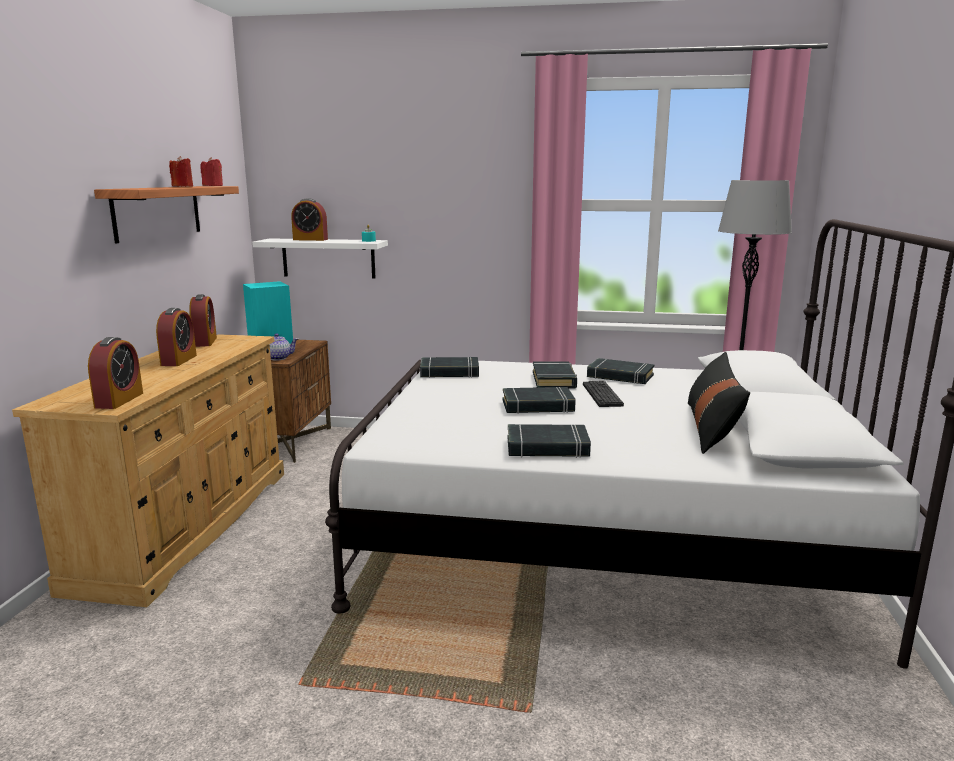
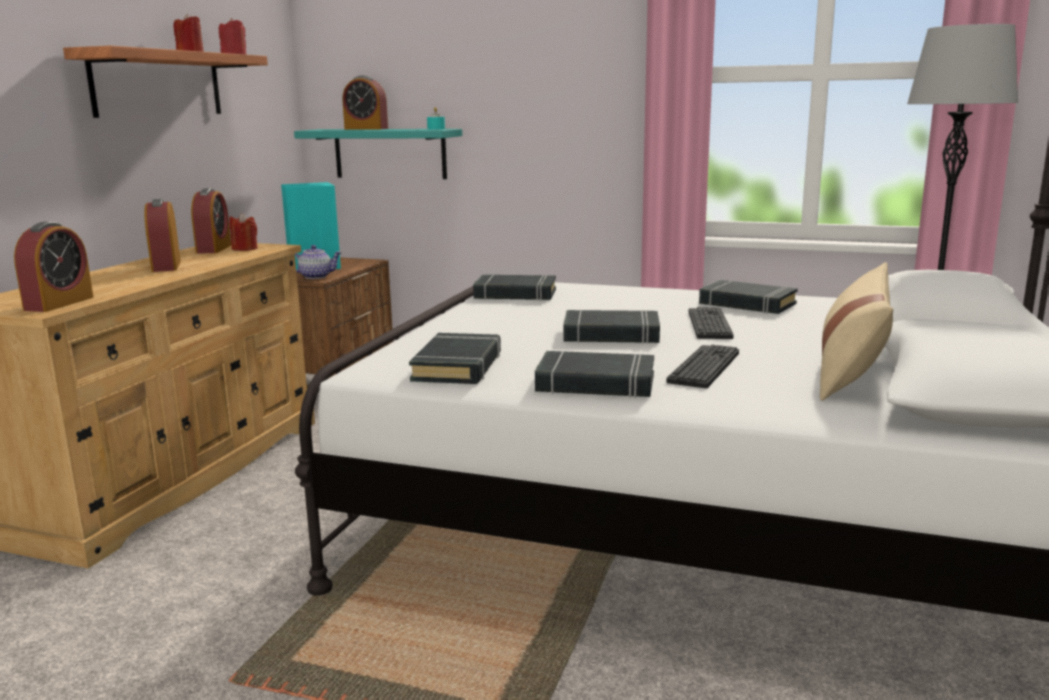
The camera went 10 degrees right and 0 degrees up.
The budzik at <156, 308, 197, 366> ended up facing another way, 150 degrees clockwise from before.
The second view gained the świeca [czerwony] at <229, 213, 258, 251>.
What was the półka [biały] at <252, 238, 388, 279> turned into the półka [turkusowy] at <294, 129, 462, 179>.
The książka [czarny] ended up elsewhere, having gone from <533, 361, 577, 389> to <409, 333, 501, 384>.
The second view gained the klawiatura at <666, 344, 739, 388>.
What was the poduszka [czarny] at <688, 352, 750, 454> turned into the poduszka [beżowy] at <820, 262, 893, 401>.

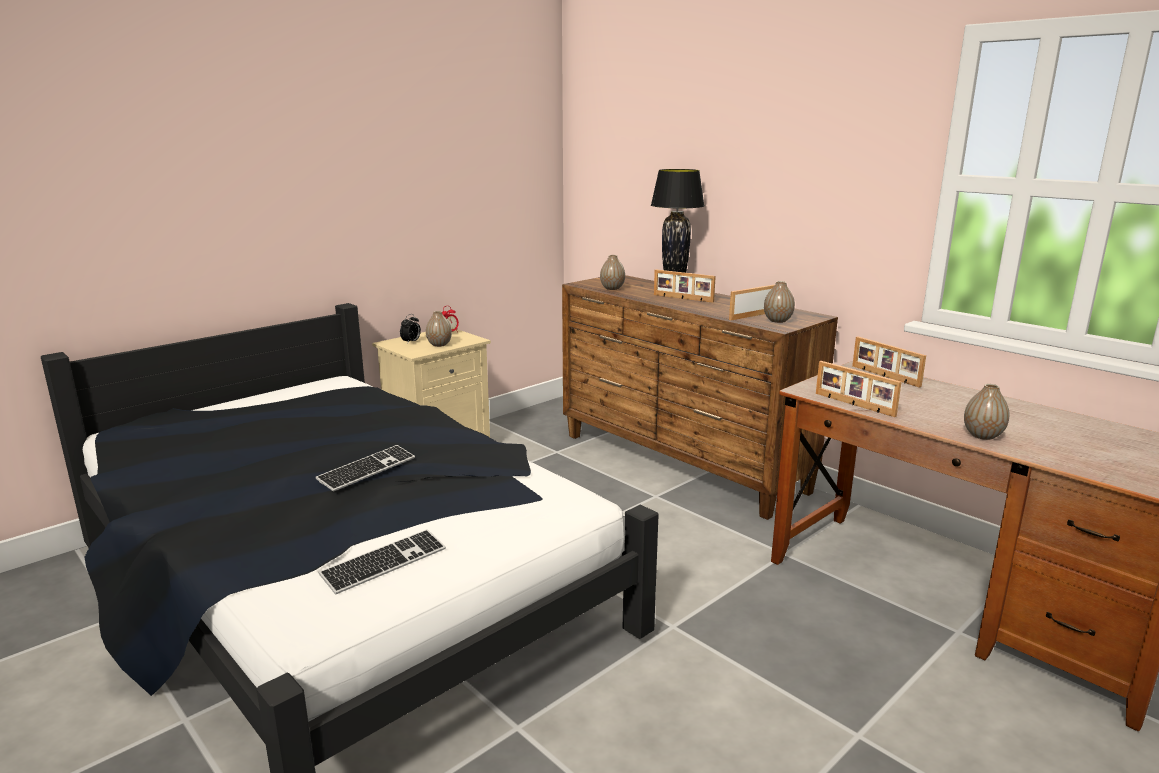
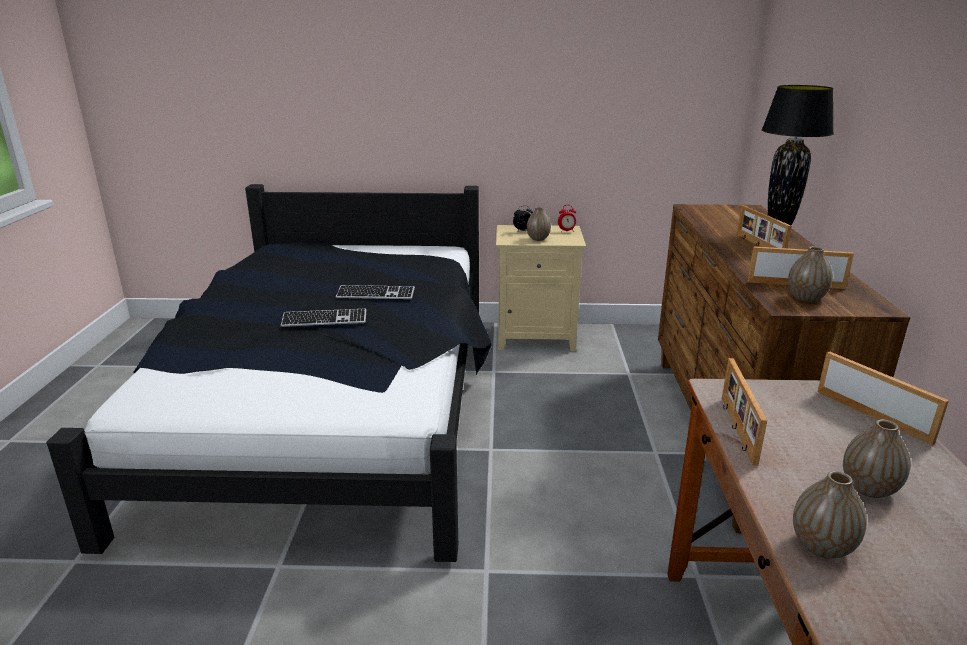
The camera went 45 degrees right and 5 degrees up.
The klawiatura ended up elsewhere, having gone from <319, 529, 446, 594> to <336, 285, 415, 299>.
The ramka na zdjęcie at <852, 336, 926, 388> ended up facing another way, 135 degrees clockwise from before.
The wazon ended up elsewhere, having gone from <600, 255, 625, 290> to <843, 419, 911, 498>.

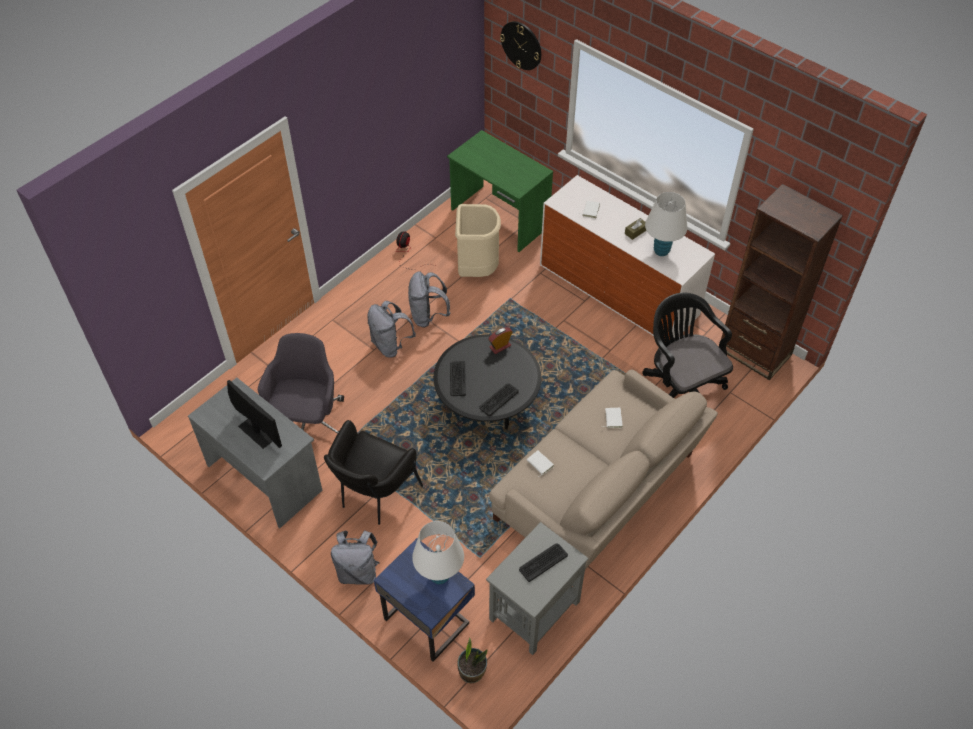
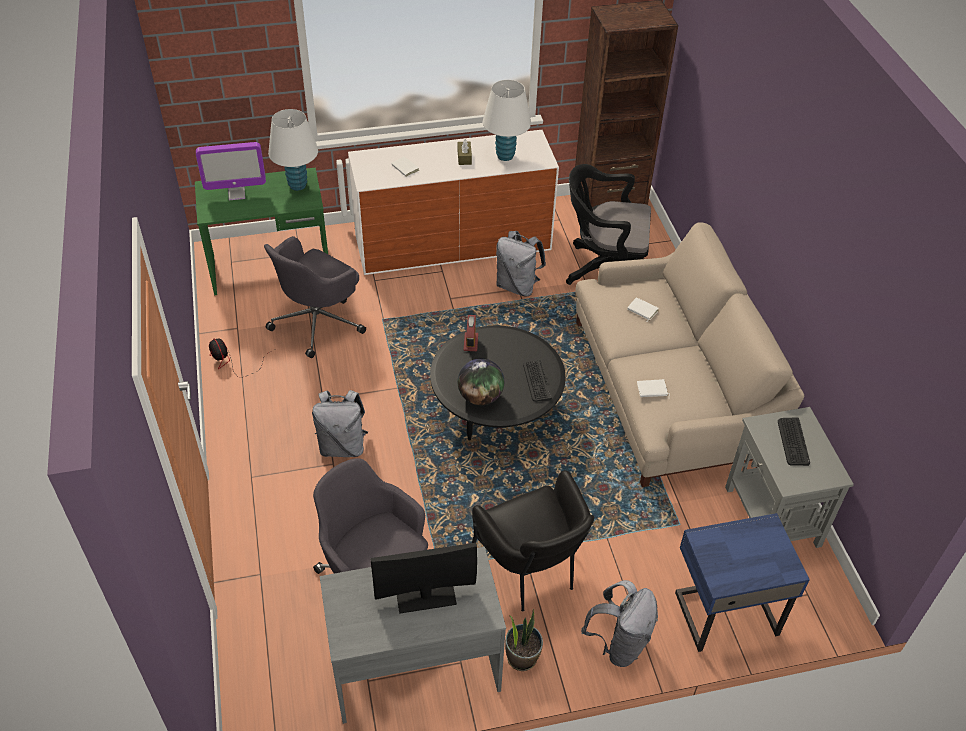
The camera went 55 degrees left and 5 degrees down.
The second view gained the monitor at <196, 142, 266, 200>.
Where the kosz na śmieci [beżowy] stood at <455, 204, 501, 277>, the krzesło biurowe [szary] came to stand at <264, 236, 366, 358>.
The lampa stołowa [biały] ended up elsewhere, having gone from <412, 521, 464, 584> to <268, 109, 318, 191>.
Where the klawiatura stood at <450, 361, 466, 396>, the globus came to stand at <457, 359, 504, 405>.
The plecak [szary] ended up elsewhere, having gone from <408, 271, 450, 327> to <496, 231, 546, 297>.
The roślina doniczkowa ended up elsewhere, having gone from <457, 637, 487, 683> to <505, 609, 543, 671>.
The second view lost the zegar ścienny at <500, 21, 541, 70>.

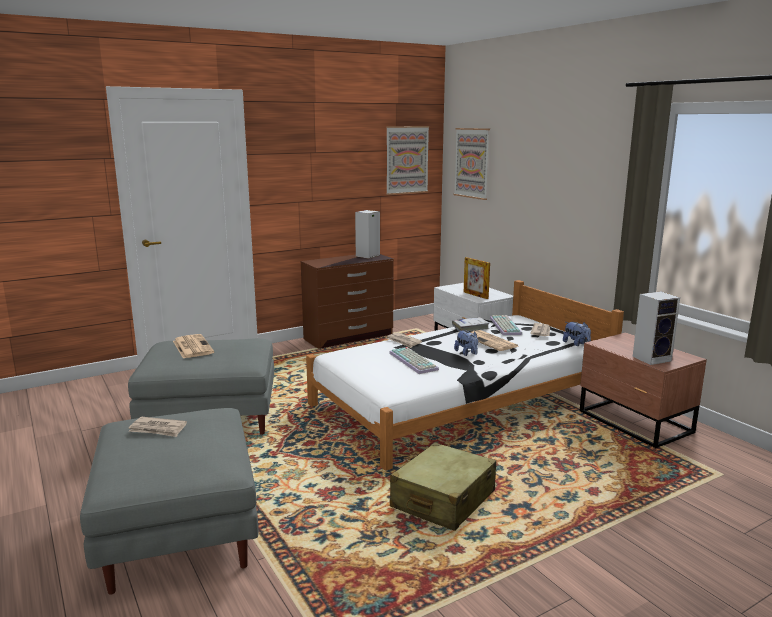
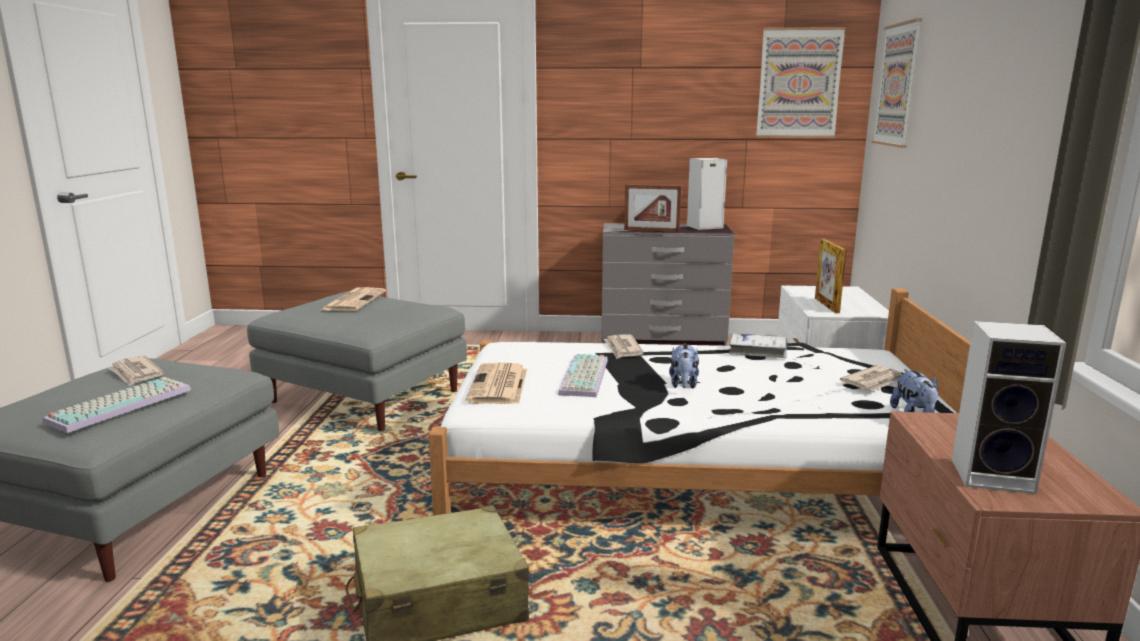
The camera went 35 degrees right and 0 degrees up.
The klawiatura ended up elsewhere, having gone from <490, 315, 522, 335> to <43, 377, 191, 433>.
The gazeta ended up elsewhere, having gone from <470, 330, 518, 351> to <466, 362, 527, 404>.
What was the komoda [brązowy] at <301, 254, 394, 349> turned into the komoda [szary] at <602, 223, 734, 346>.
The second view gained the ramka na zdjęcie at <624, 185, 681, 232>.

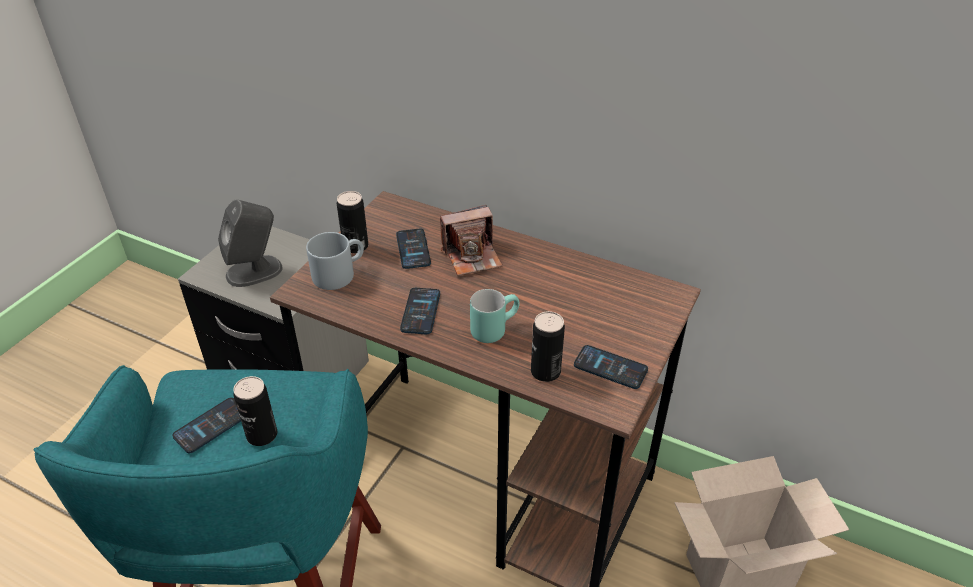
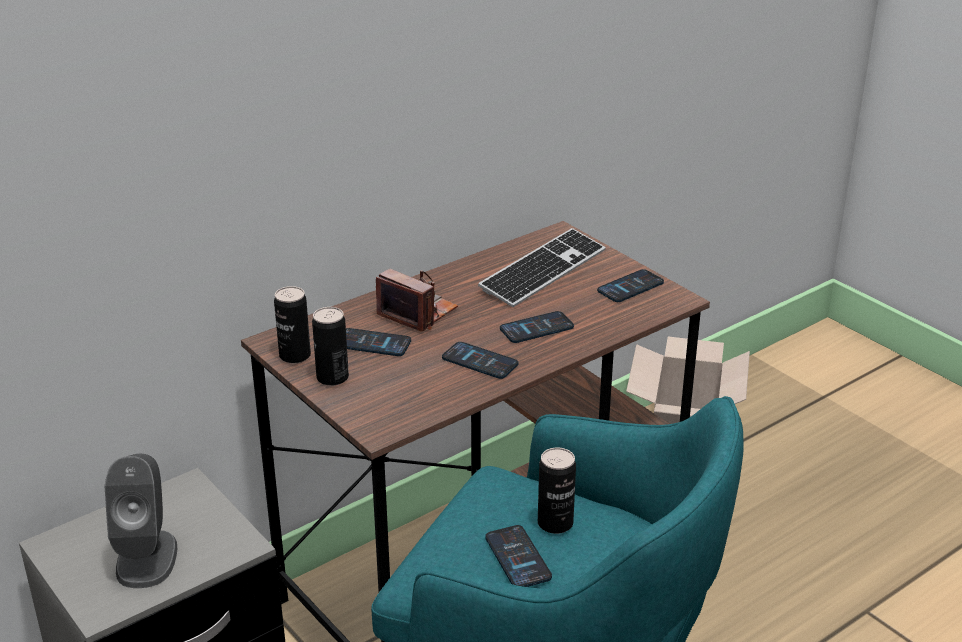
The camera went 65 degrees left and 10 degrees down.
The puszka ended up elsewhere, having gone from <531, 311, 565, 382> to <274, 286, 311, 364>.
The aparat fotograficzny at <440, 205, 503, 276> ended up facing another way, 60 degrees counterclockwise from before.
The second view gained the klawiatura at <478, 228, 606, 307>.
Where the kubek [turkusowy] stood at <470, 289, 520, 343>, the telefon came to stand at <500, 311, 574, 343>.
The second view lost the kubek [szary] at <306, 232, 364, 290>.

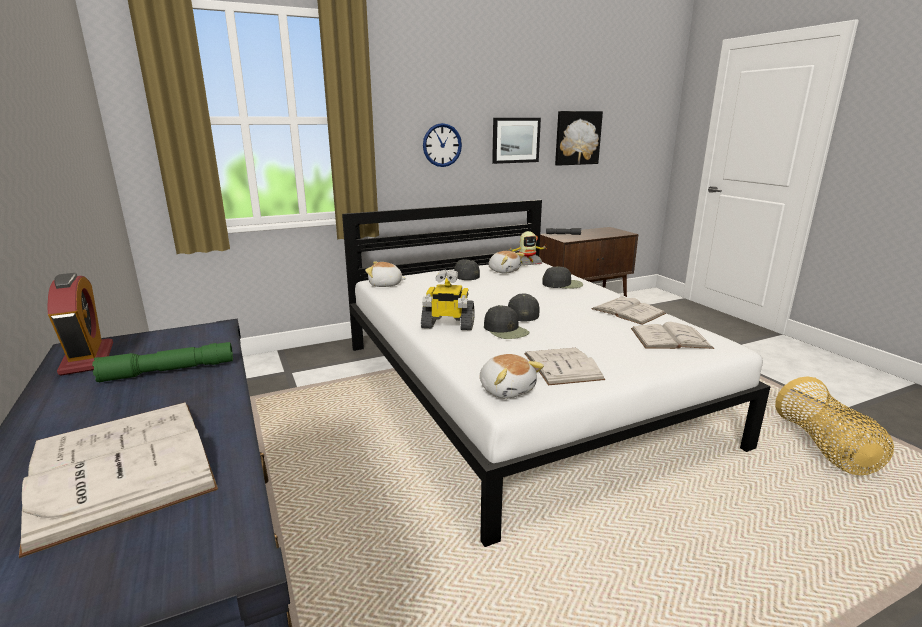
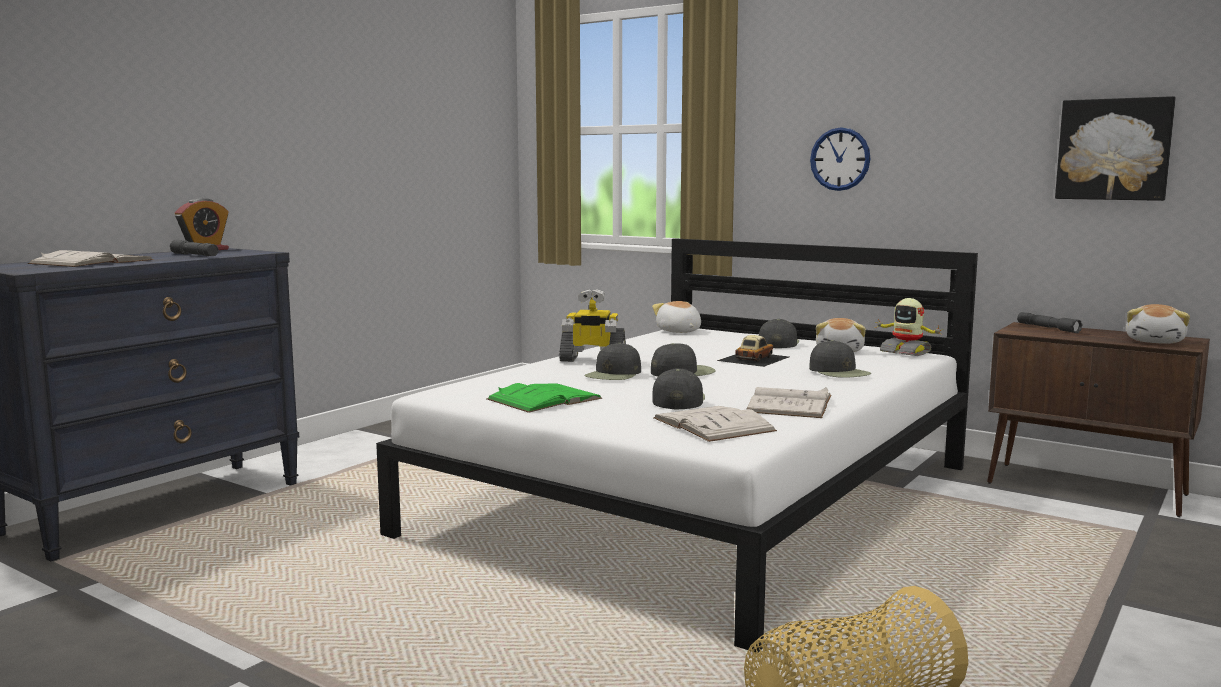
The camera went 60 degrees right and 10 degrees down.
What was the latarka [zielony] at <92, 342, 233, 382> turned into the latarka [szary] at <170, 239, 219, 256>.
What was the książka [biały] at <524, 348, 606, 385> turned into the książka [zielony] at <486, 383, 602, 413>.
The robot zabawkowy at <421, 269, 475, 330> ended up facing another way, 60 degrees counterclockwise from before.
The second view gained the czapka z daszkiem [czarny] at <652, 368, 705, 409>.
The second view gained the samochodzik at <717, 335, 789, 367>.
The pluszak ended up elsewhere, having gone from <480, 354, 544, 399> to <1126, 304, 1190, 344>.
The second view lost the obraz at <492, 118, 541, 164>.

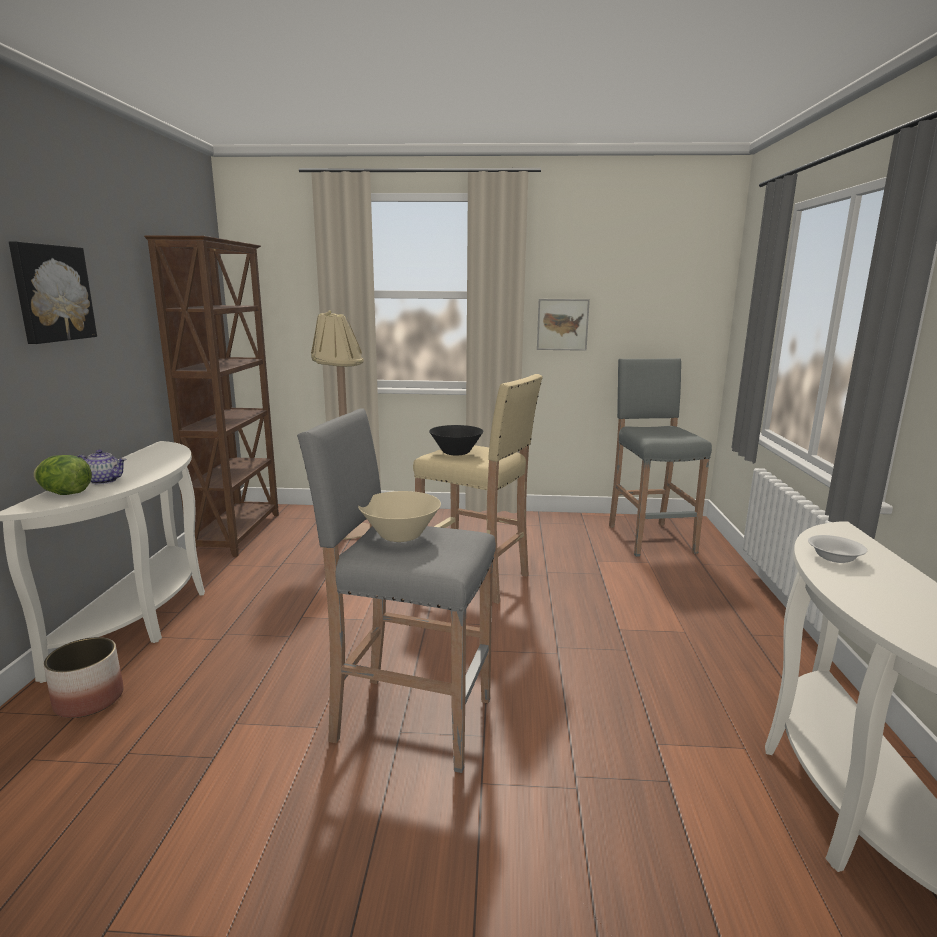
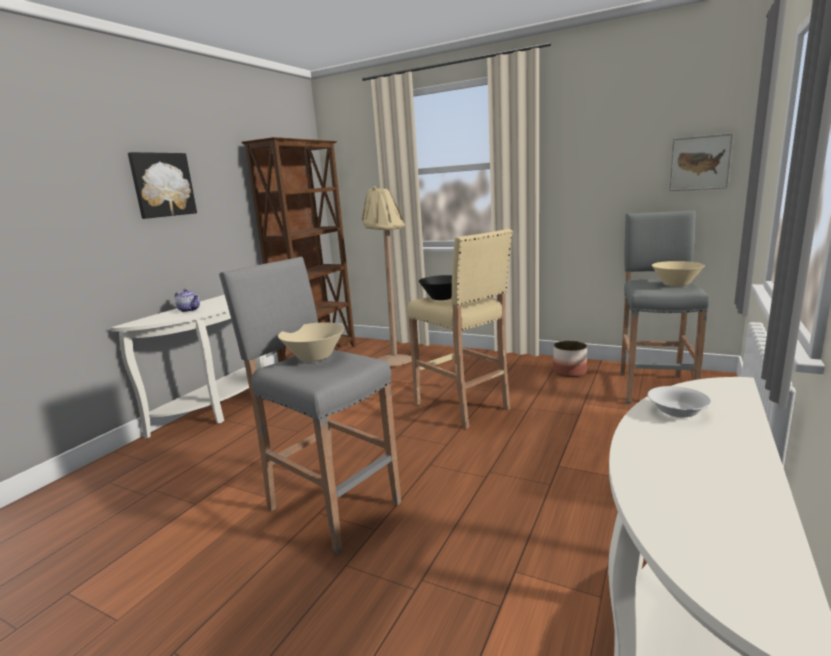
The camera went 25 degrees right and 0 degrees up.
The donica ended up elsewhere, having gone from <44, 637, 123, 718> to <553, 341, 587, 377>.
The second view gained the miska [beżowy] at <652, 261, 705, 286>.
The obraz ended up elsewhere, having gone from <537, 299, 590, 351> to <669, 133, 733, 191>.
The second view lost the sałata at <33, 455, 92, 495>.

